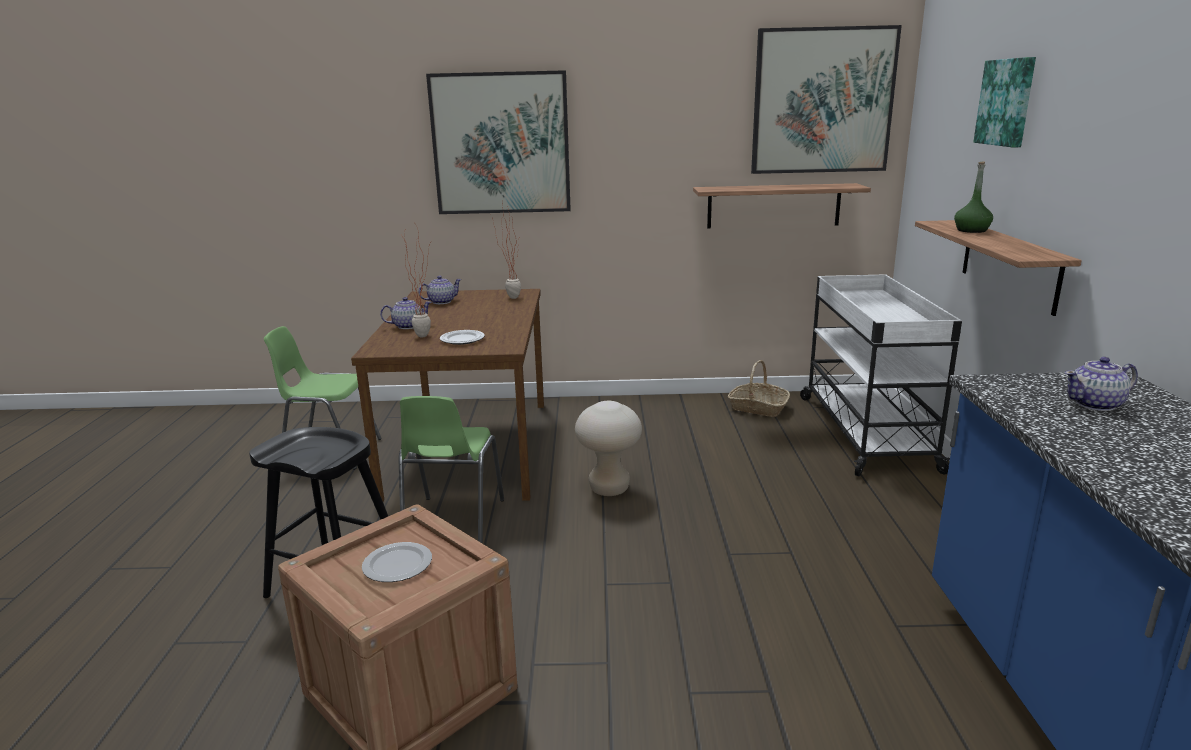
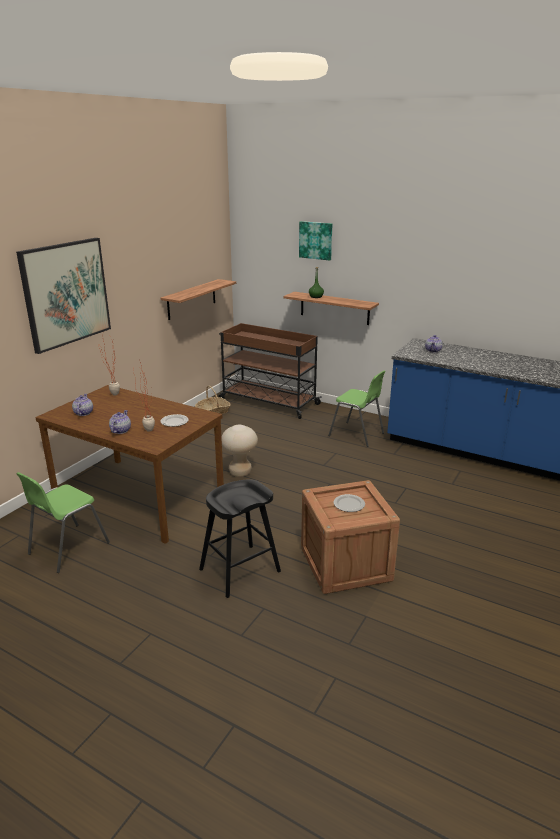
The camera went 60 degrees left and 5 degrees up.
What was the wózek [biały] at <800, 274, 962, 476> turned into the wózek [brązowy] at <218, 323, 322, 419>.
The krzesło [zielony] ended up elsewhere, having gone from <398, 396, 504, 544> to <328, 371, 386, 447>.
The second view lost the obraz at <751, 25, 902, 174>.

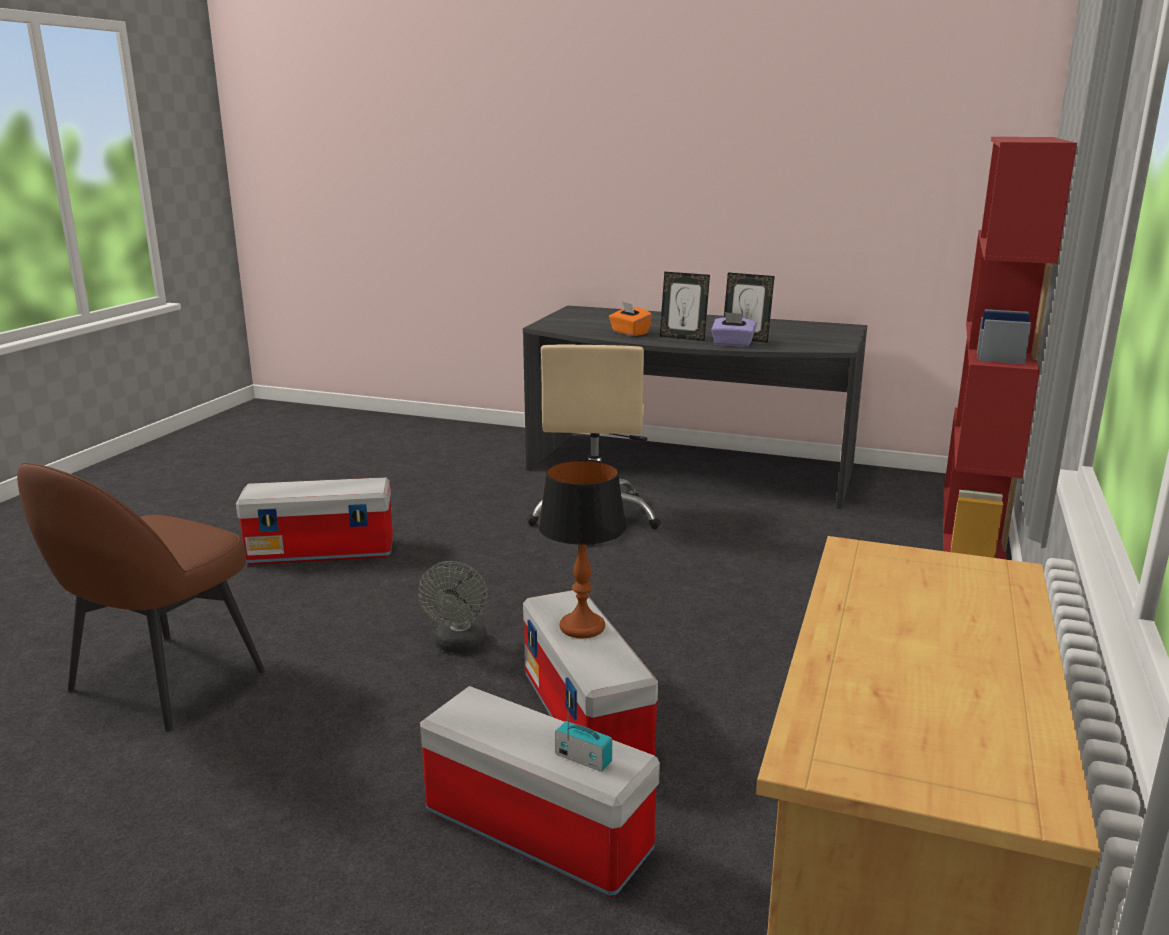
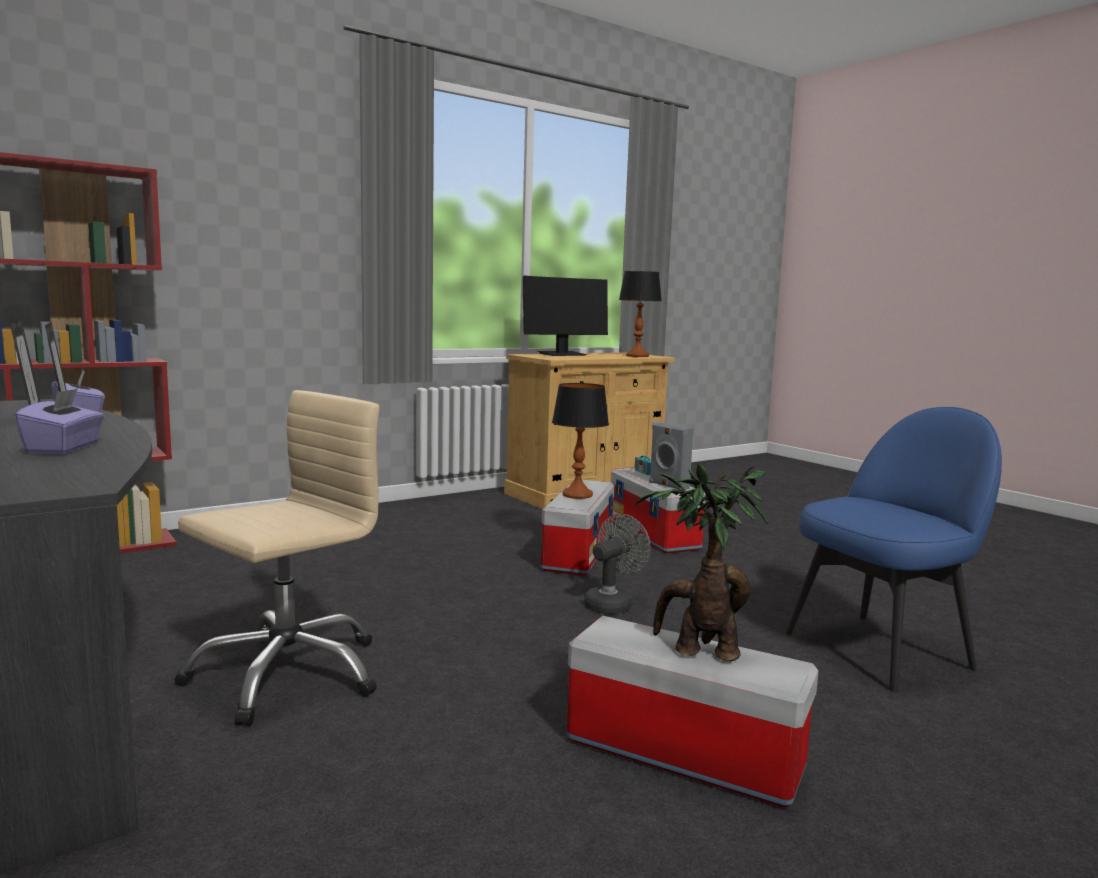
The camera went 145 degrees left and 10 degrees down.
What was the pudełko chusteczek [pomarańczowy] at <609, 301, 652, 336> turned into the pudełko chusteczek [fioletowy] at <14, 388, 104, 454>.
The second view gained the monitor at <523, 276, 608, 356>.
The second view gained the lampa stołowa at <619, 271, 662, 357>.
The second view gained the roślina doniczkowa at <635, 463, 768, 661>.
The second view gained the głośnik [szary] at <649, 422, 694, 491>.
What was the krzesło [brązowy] at <17, 463, 265, 732> turned into the krzesło [niebieski] at <785, 407, 1002, 693>.

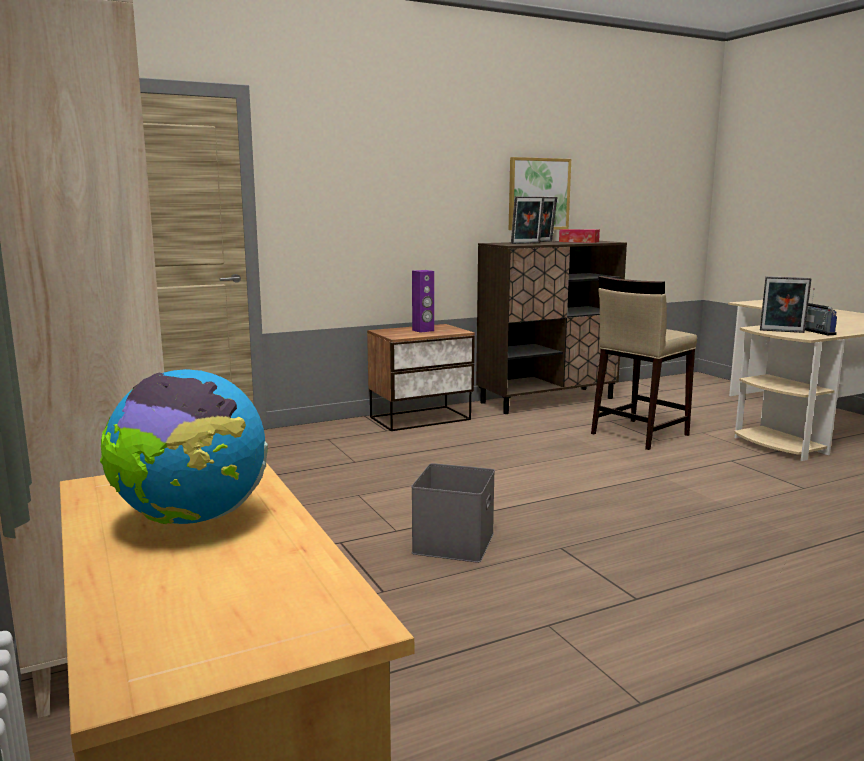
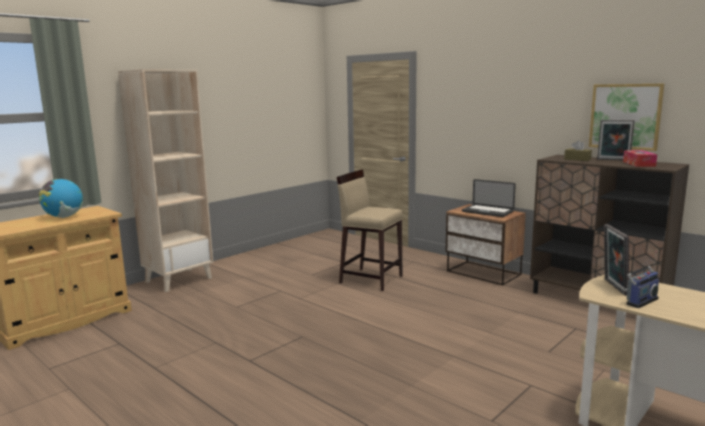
The camera went 70 degrees right and 0 degrees up.
The stołek [beżowy] ended up elsewhere, having gone from <591, 276, 697, 450> to <337, 169, 403, 291>.
Where the głośnik [fioletowy] stood at <412, 270, 434, 333>, the laptop came to stand at <462, 179, 516, 217>.
Where the ramka na zdjęcie stood at <511, 196, 545, 244>, the pudełko chusteczek [brązowy] came to stand at <564, 140, 592, 161>.
The second view lost the pojemnik do przechowywania [szary] at <411, 463, 495, 563>.

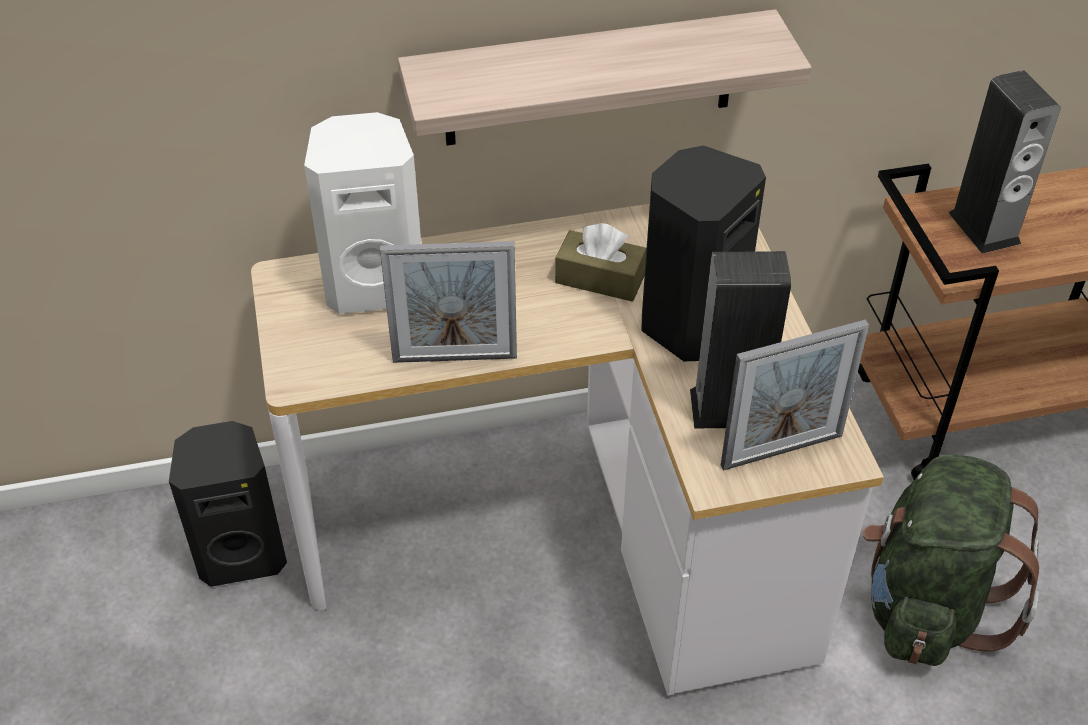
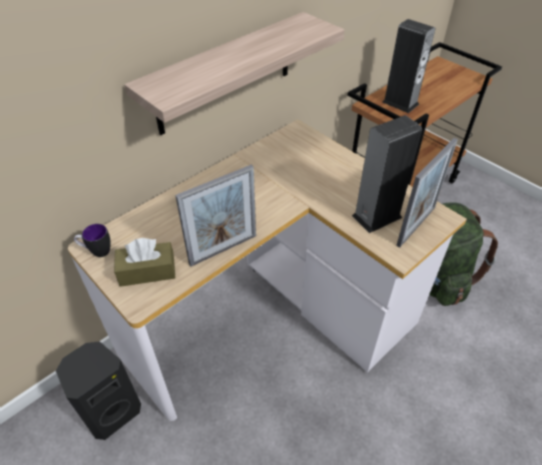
The camera went 30 degrees left and 0 degrees up.
The second view gained the kubek at <74, 224, 111, 257>.
The pudełko chusteczek [brązowy] ended up elsewhere, having gone from <555, 223, 647, 302> to <114, 238, 175, 287>.
The second view lost the głośnik [biały] at <304, 112, 421, 314>.
The second view lost the głośnik [czarny] at <641, 145, 766, 361>.

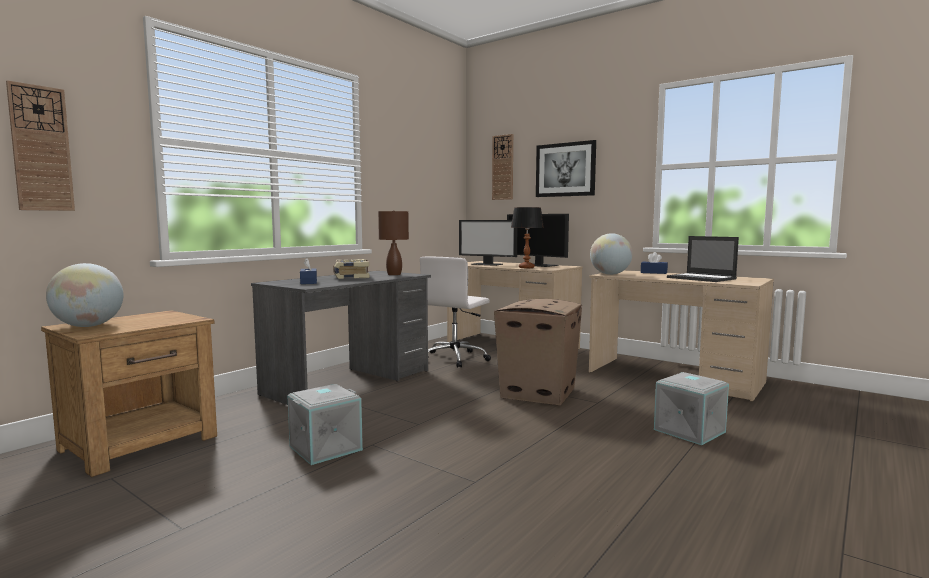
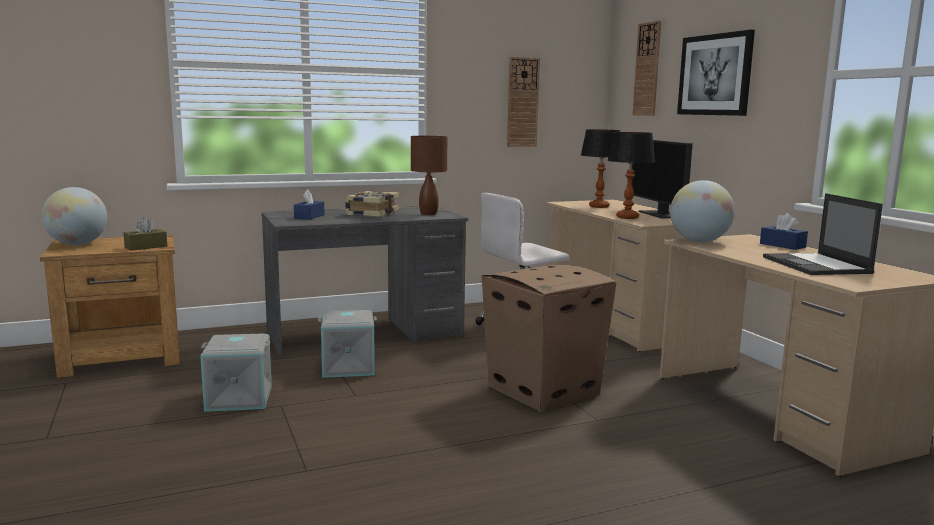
The camera went 30 degrees right and 5 degrees up.
The second view gained the pudełko chusteczek [brązowy] at <124, 217, 167, 251>.
The pojemnik do przechowywania [szary] ended up elsewhere, having gone from <654, 372, 729, 445> to <318, 310, 377, 378>.
The zegar ścienny ended up elsewhere, having gone from <6, 80, 75, 211> to <507, 57, 540, 147>.
Where the monitor stood at <459, 220, 517, 266>, the lampa stołowa came to stand at <581, 129, 621, 208>.

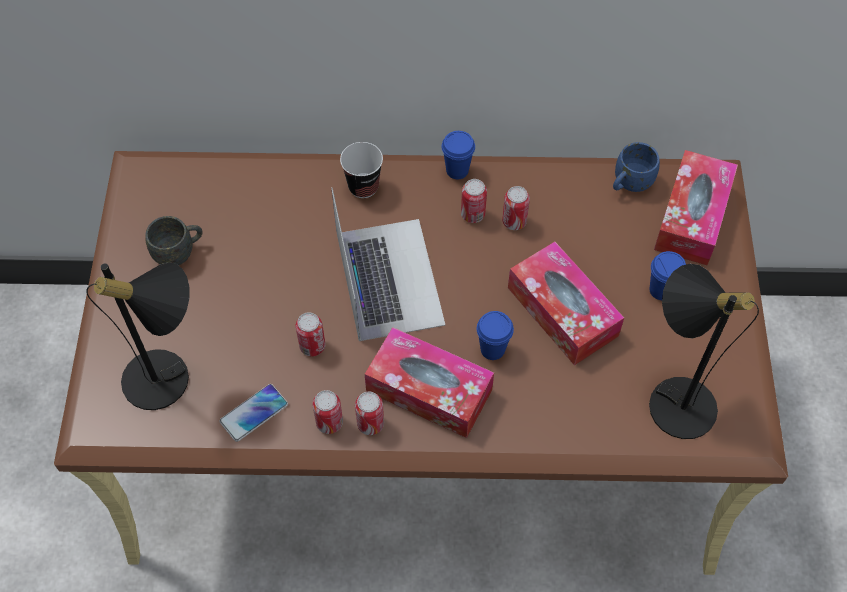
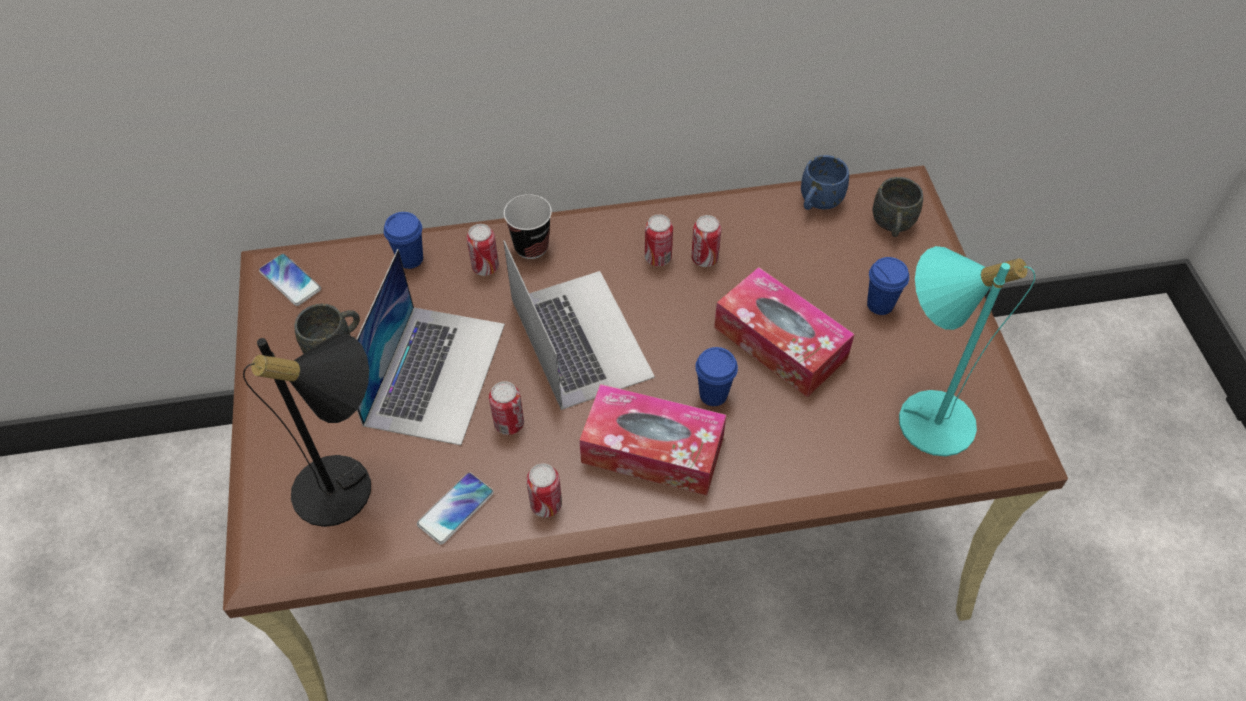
The camera went 10 degrees left and 5 degrees down.
The second view gained the telefon at <259, 254, 321, 306>.
The second view gained the laptop at <356, 249, 505, 445>.
The filiżanka [niebieski] ended up elsewhere, having gone from <442, 131, 475, 179> to <384, 212, 423, 269>.
The puszka ended up elsewhere, having gone from <355, 392, 384, 435> to <466, 224, 499, 276>.
Where the pudełko chusteczek stood at <654, 150, 738, 265>, the kubek [szary] came to stand at <872, 177, 923, 237>.
What was the lampa stołowa [czarny] at <649, 264, 759, 439> turned into the lampa stołowa [turkusowy] at <899, 246, 1035, 456>.

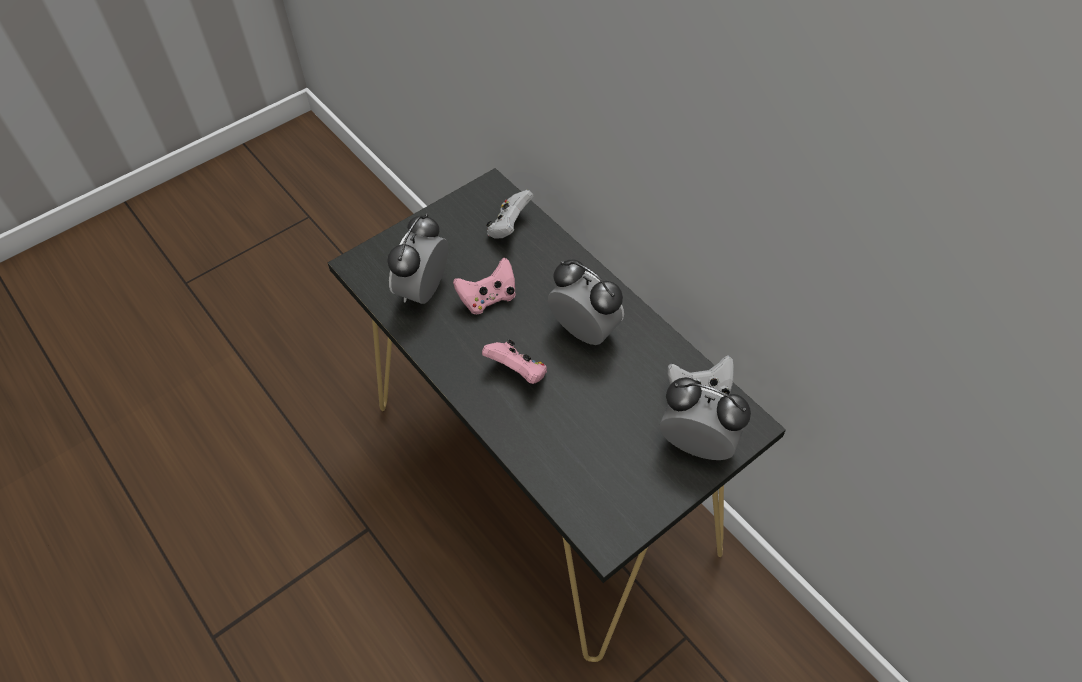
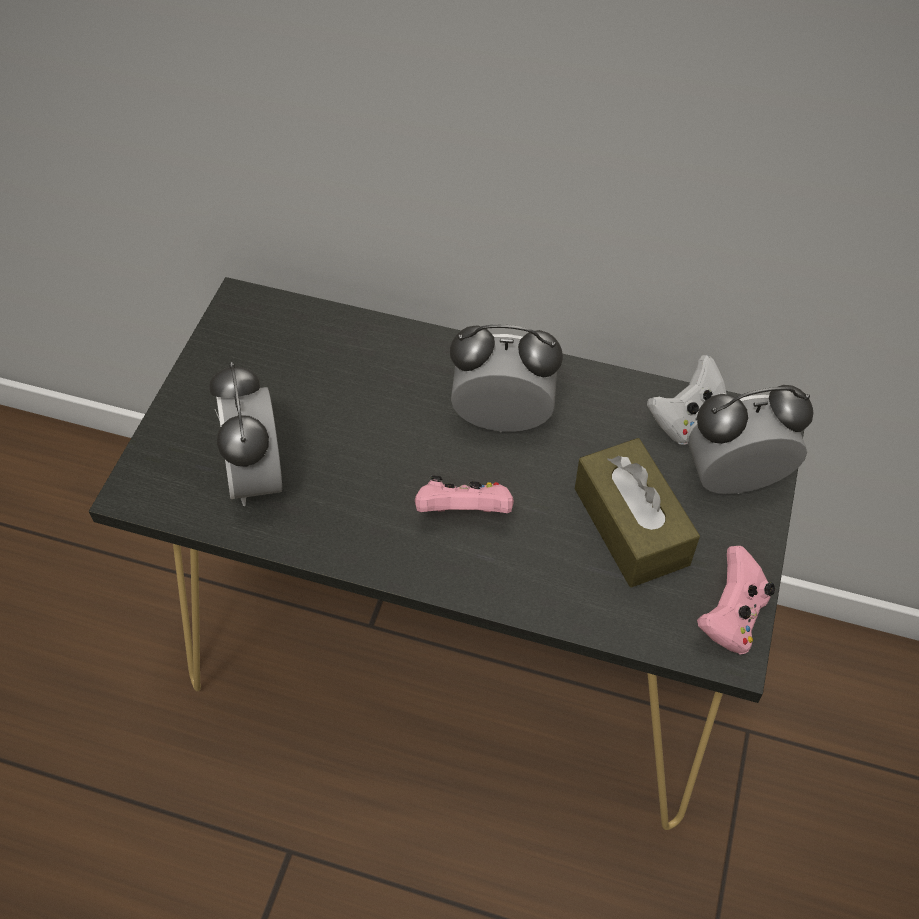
The camera went 35 degrees left and 0 degrees up.
The second view gained the pudełko chusteczek [brązowy] at <575, 438, 700, 588>.
The pad do gier [różowy] ended up elsewhere, having gone from <453, 258, 516, 314> to <697, 546, 775, 655>.
The second view lost the pad do gier [biały] at <486, 190, 534, 239>.

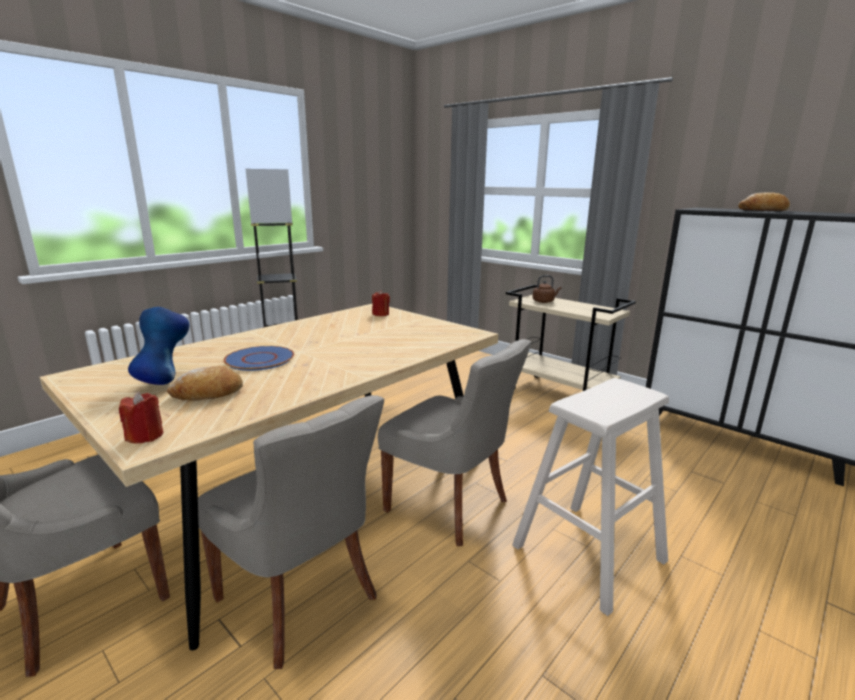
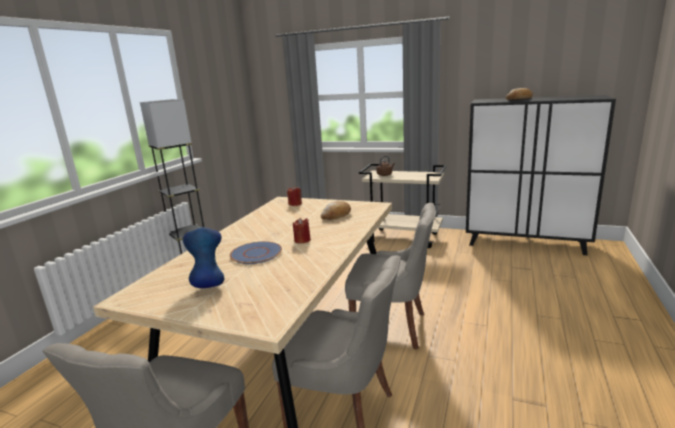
The camera went 20 degrees left and 0 degrees up.
The świeca [czerwony] ended up elsewhere, having gone from <119, 392, 163, 444> to <293, 218, 311, 244>.
The chleb ended up elsewhere, having gone from <167, 366, 243, 401> to <321, 201, 351, 220>.
The second view lost the stołek [beżowy] at <512, 378, 669, 616>.

